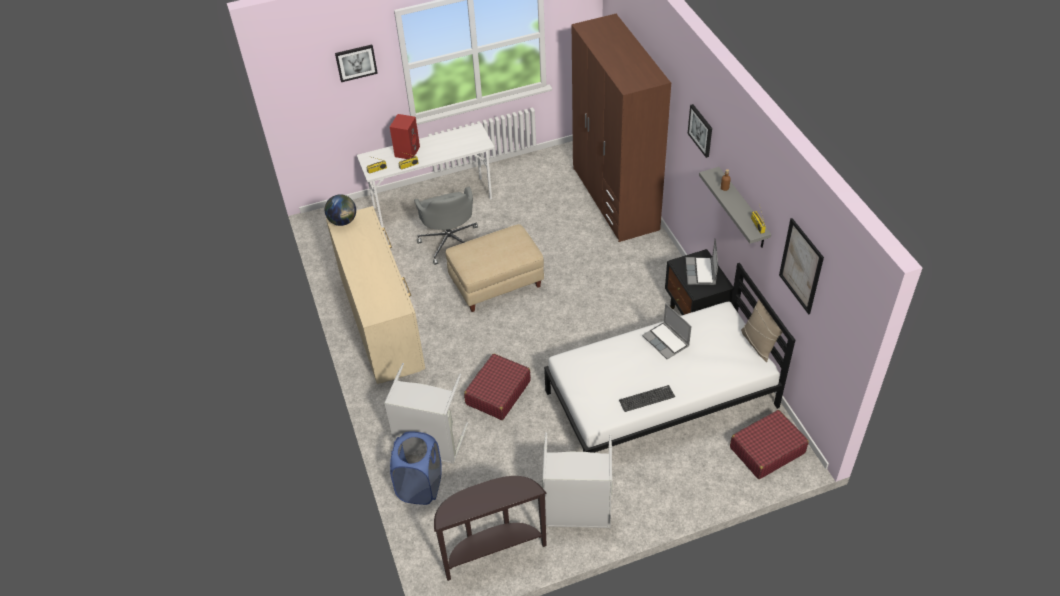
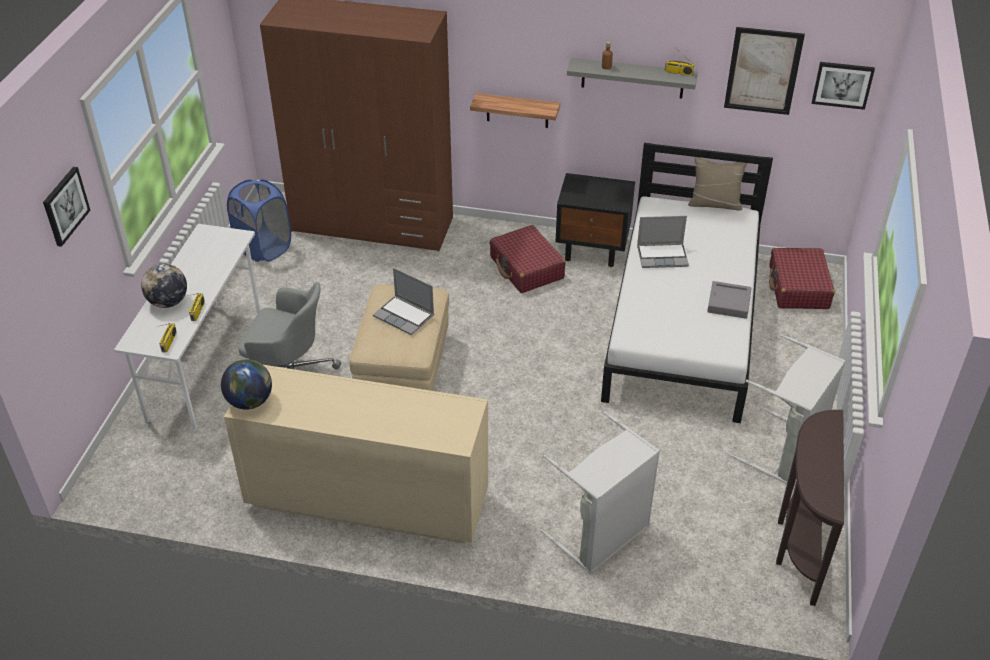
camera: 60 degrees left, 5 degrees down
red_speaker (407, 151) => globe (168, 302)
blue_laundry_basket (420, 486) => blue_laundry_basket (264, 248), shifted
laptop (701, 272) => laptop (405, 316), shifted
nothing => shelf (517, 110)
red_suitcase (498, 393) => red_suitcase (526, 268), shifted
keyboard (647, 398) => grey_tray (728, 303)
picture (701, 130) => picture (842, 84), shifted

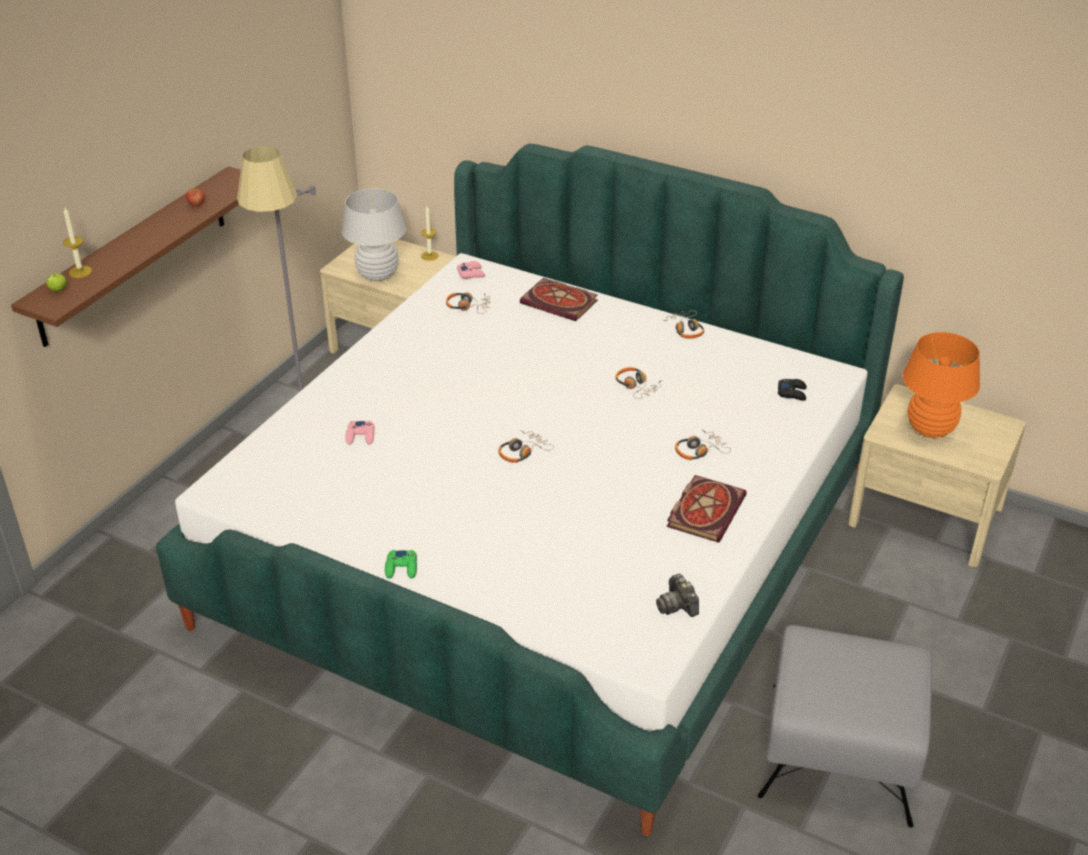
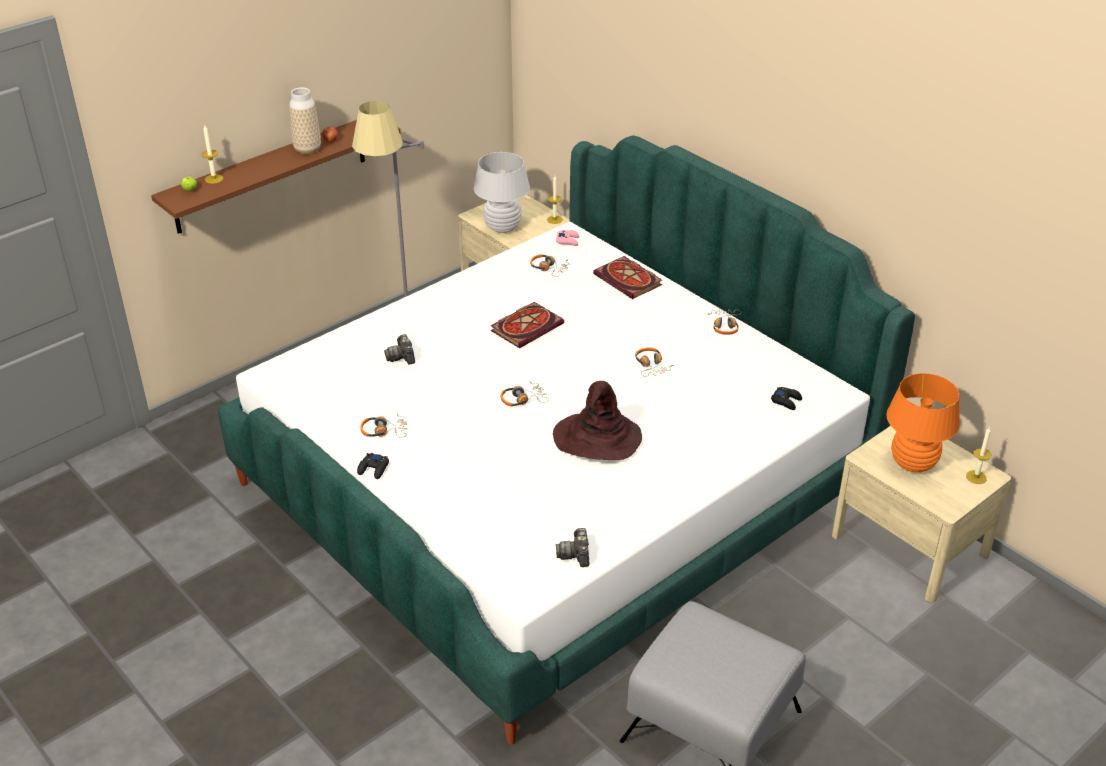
camera: 20 degrees right, 0 degrees up
nothing => vase (307, 150)
green_game_controller (402, 568) => black_game_controller (374, 469)
headphones (700, 451) => headphones (384, 431), shifted
pink_game_controller (361, 436) => photo_camera (401, 357)
book (705, 510) => book (527, 326), shifted
nothing => brown_hat (597, 439)
nothing => candle (976, 477)

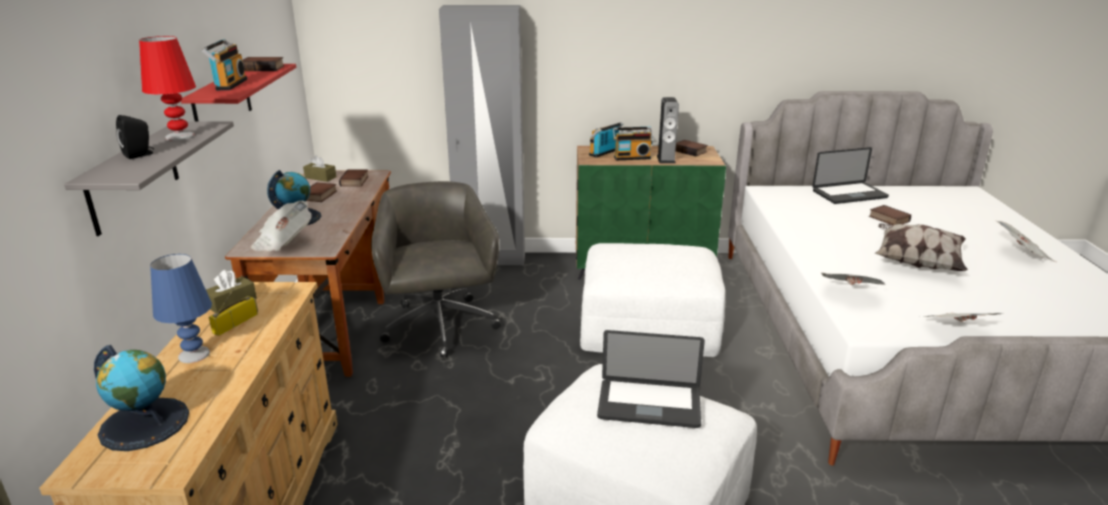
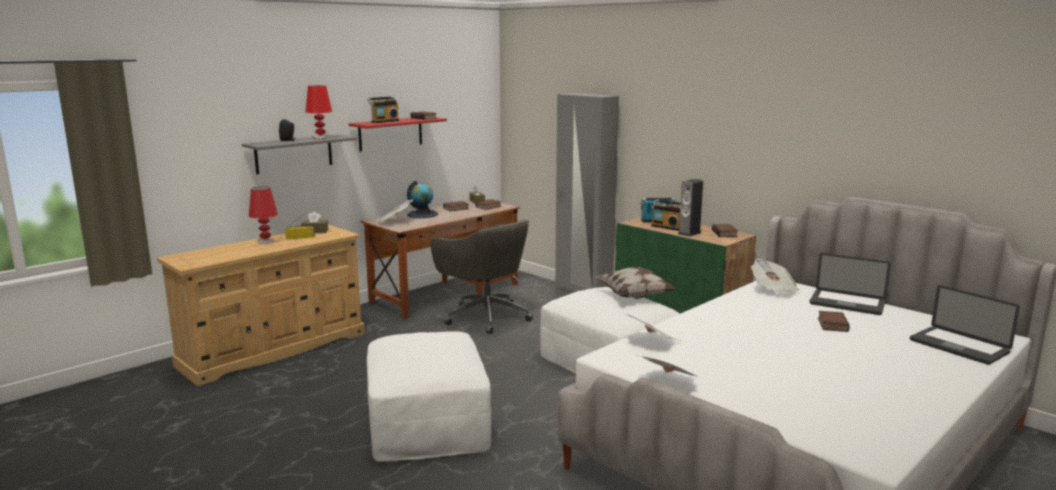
camera: 45 degrees right, 10 degrees down
blue_table_lamp (193, 354) => red_table_lamp (265, 241)
grey_office_chair (440, 328) => grey_office_chair (485, 316), 105 degrees clockwise
pillow (916, 262) => pillow (634, 296), shifted
newspaper (1021, 255) => newspaper (774, 291), shifted
laptop (649, 405) => laptop (958, 346), shifted
globe (145, 423) => nothing

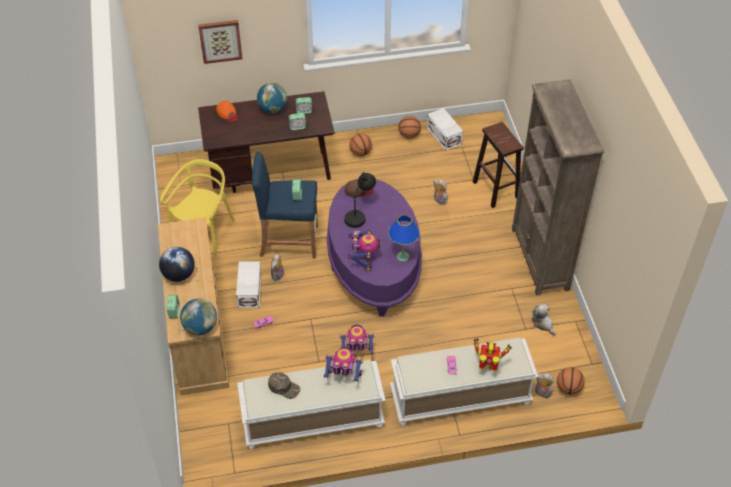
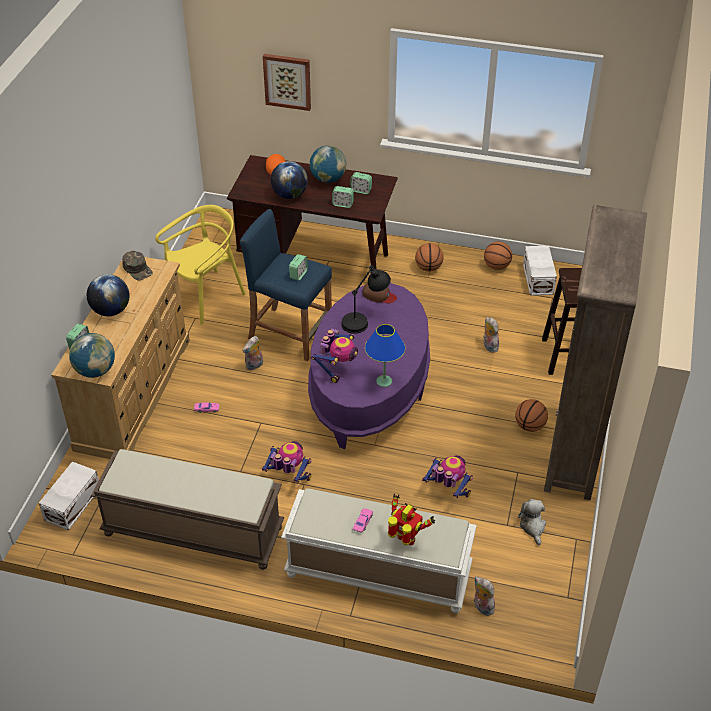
camera: 25 degrees right, 5 degrees down
white_storage_box (249, 291) => white_storage_box (71, 504), shifted
white_bench (312, 420) => brown_bench (191, 531)
green_cap (284, 387) => green_cap (138, 269), shifted
nothing => globe (289, 195)
toy_robot (343, 377) => toy_robot (447, 491), shifted
basketball (568, 388) => basketball (530, 426), shifted

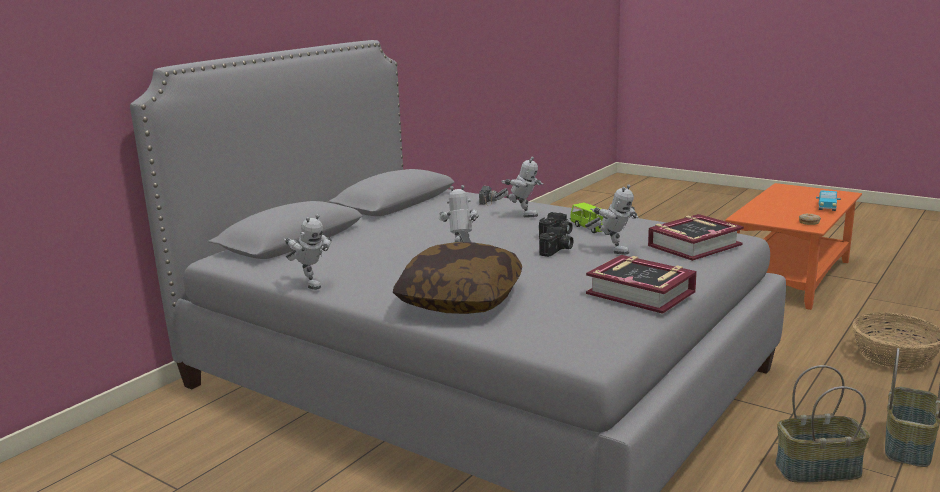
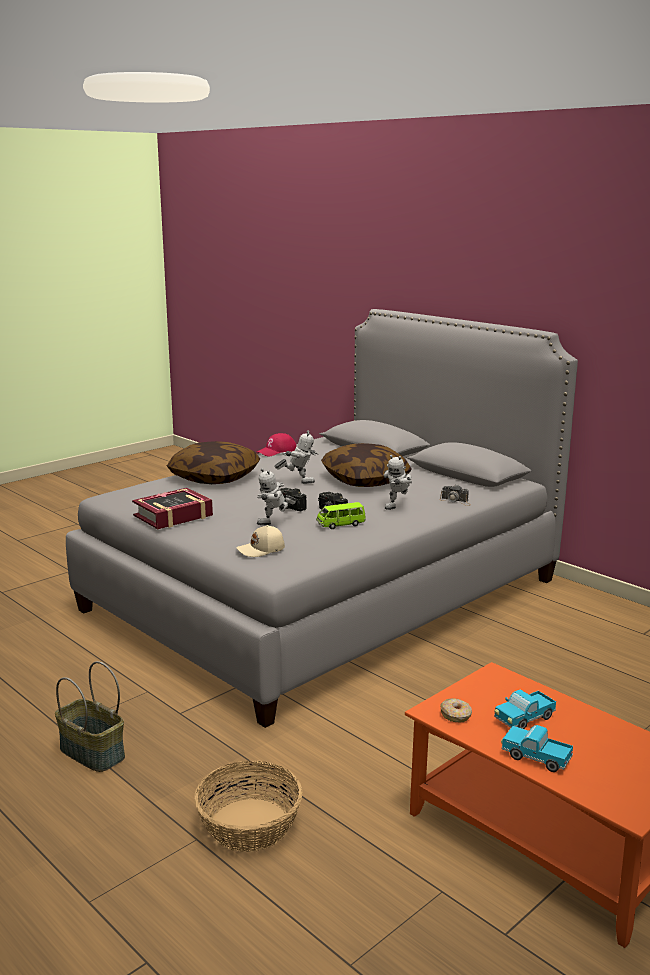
camera: 100 degrees right, 0 degrees up
book (694, 245) => beige_cap (261, 550)
toy_robot (310, 284) => red_cap (277, 451)
nothing => pillow (365, 480)
nothing => toy_truck (524, 719)
basket (817, 470) => nothing

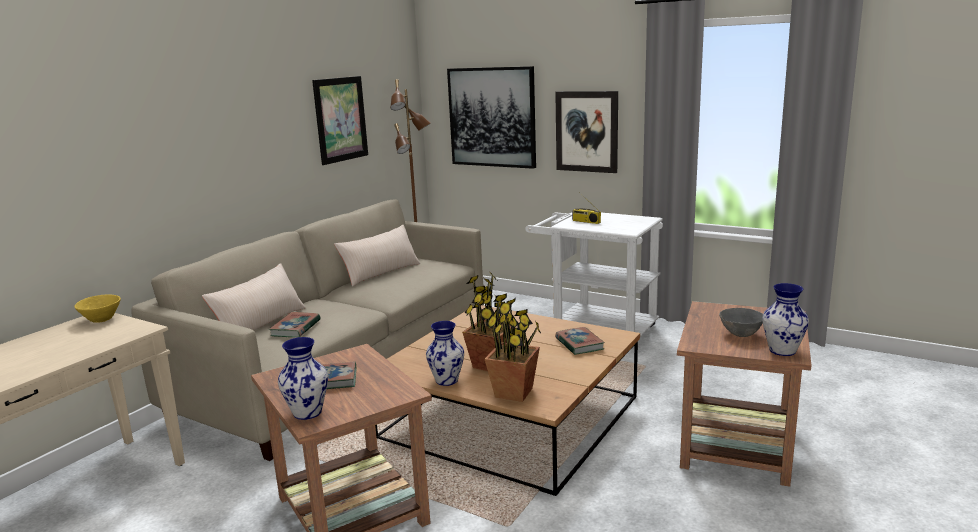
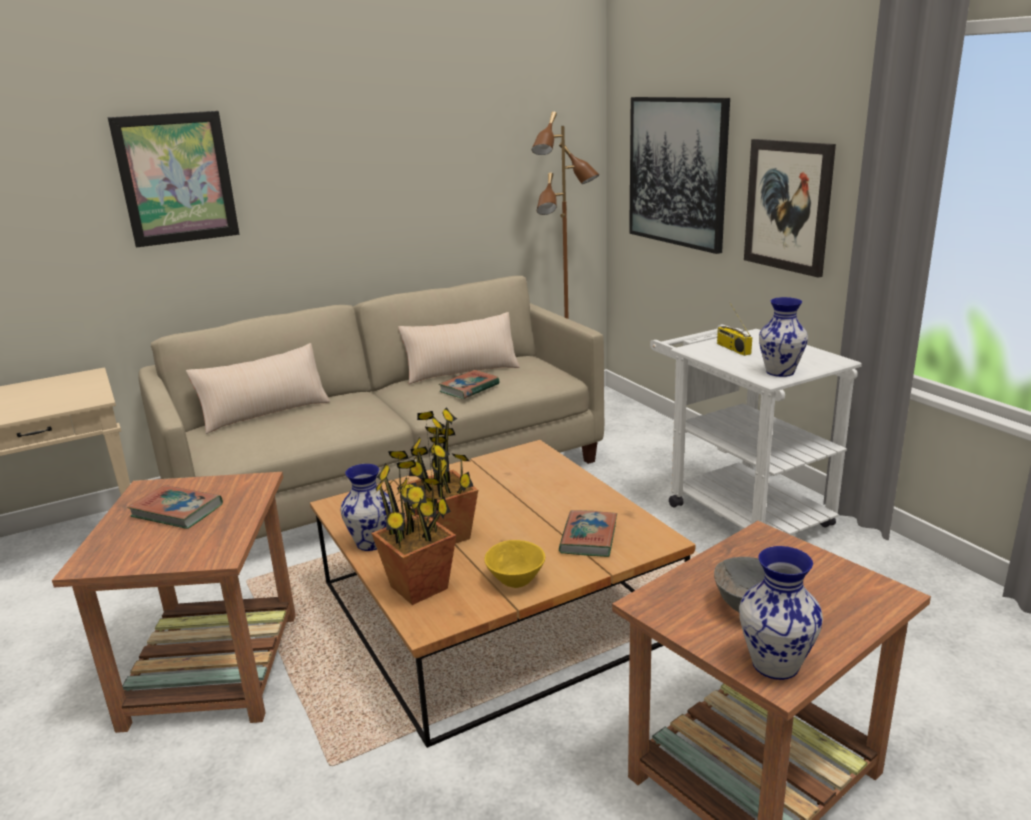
camera: 30 degrees right, 5 degrees up
picture (340, 119) => picture (176, 178), shifted
book (295, 328) => book (469, 388), shifted
yellow_bowl (100, 320) => yellow_bowl (514, 581), shifted
vase (307, 412) => vase (780, 372), shifted

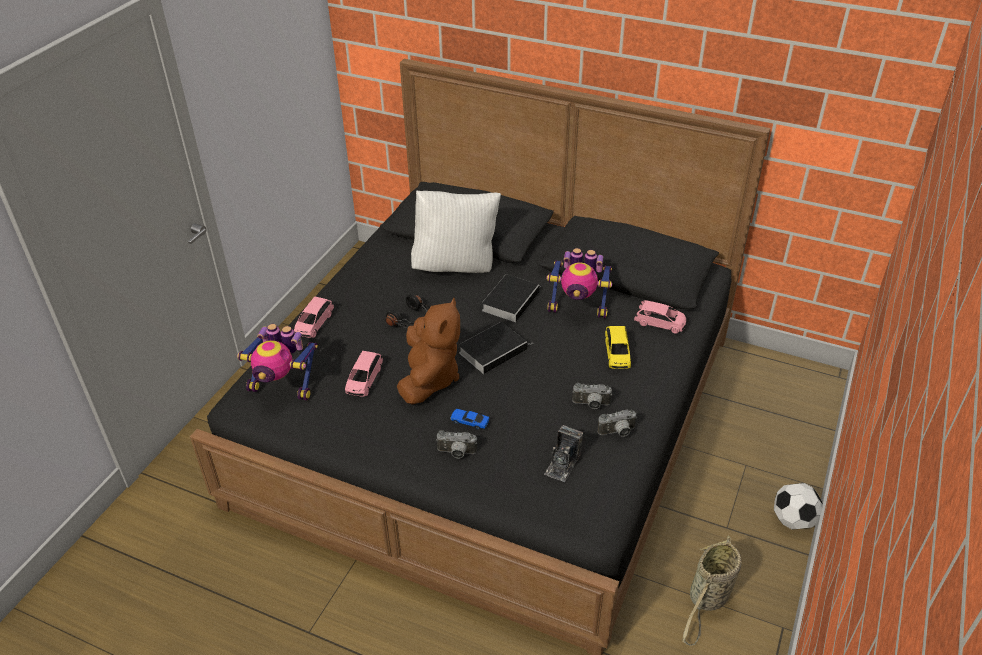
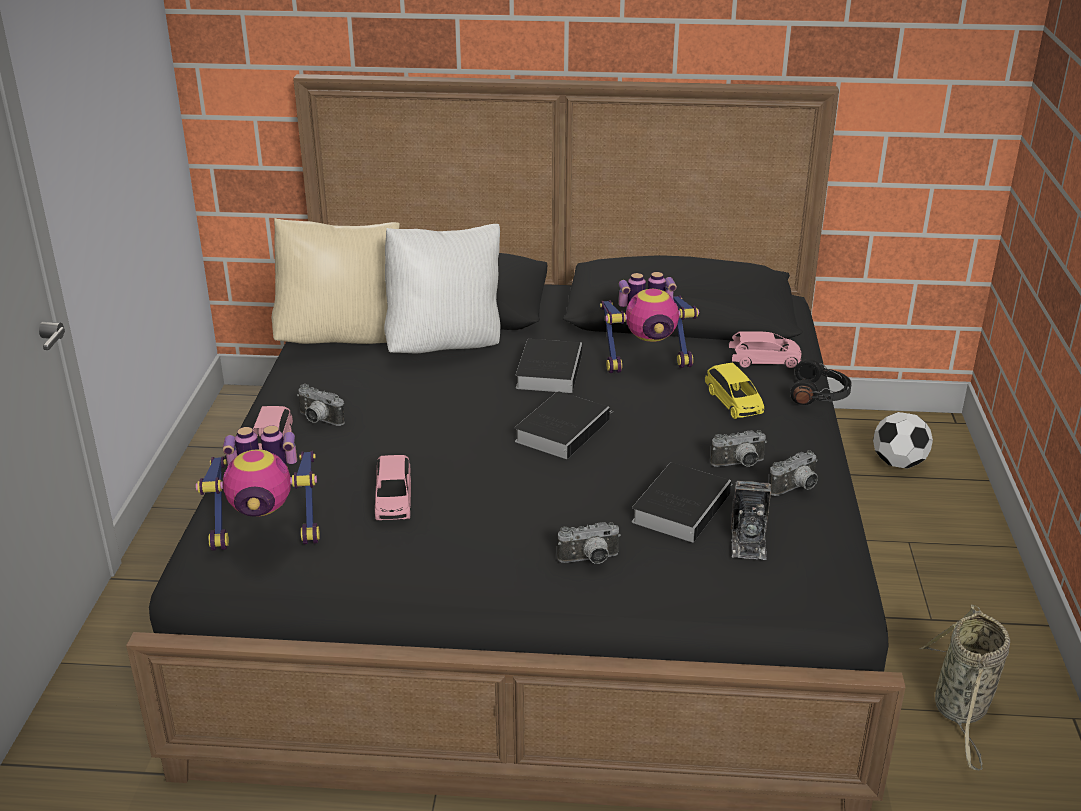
camera: 20 degrees left, 10 degrees down
nothing => beige_pillow (341, 338)
nothing => photo_camera (318, 420)
nothing => book (681, 506)
black_headphones (412, 320) => black_headphones (820, 395), shifted
football (793, 520) => football (898, 463), shifted
brown_plush_toy (429, 378) => nothing
toy_car (469, 422) => nothing

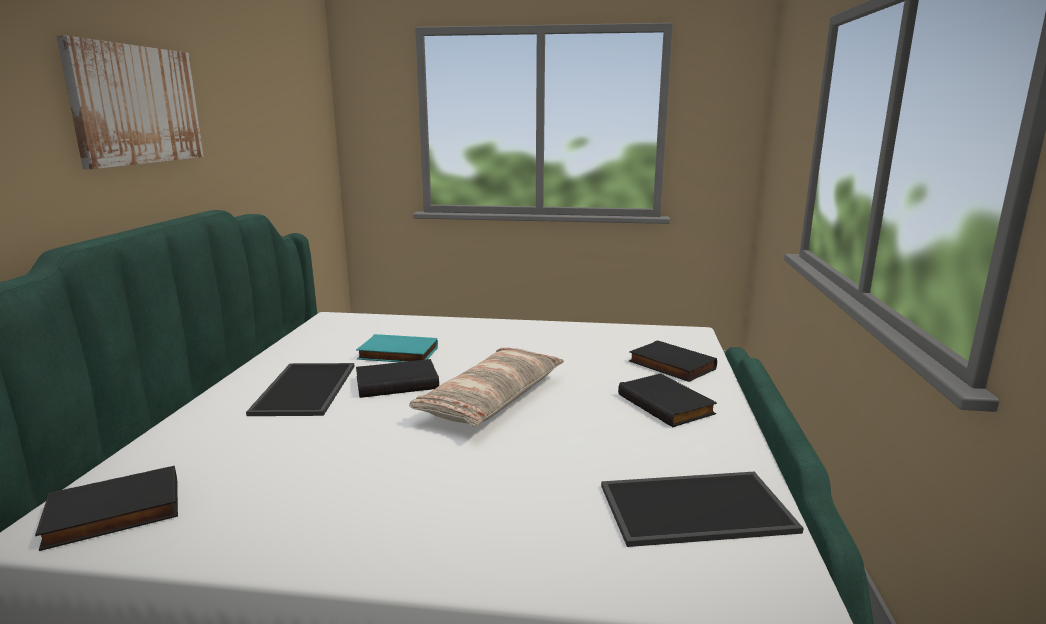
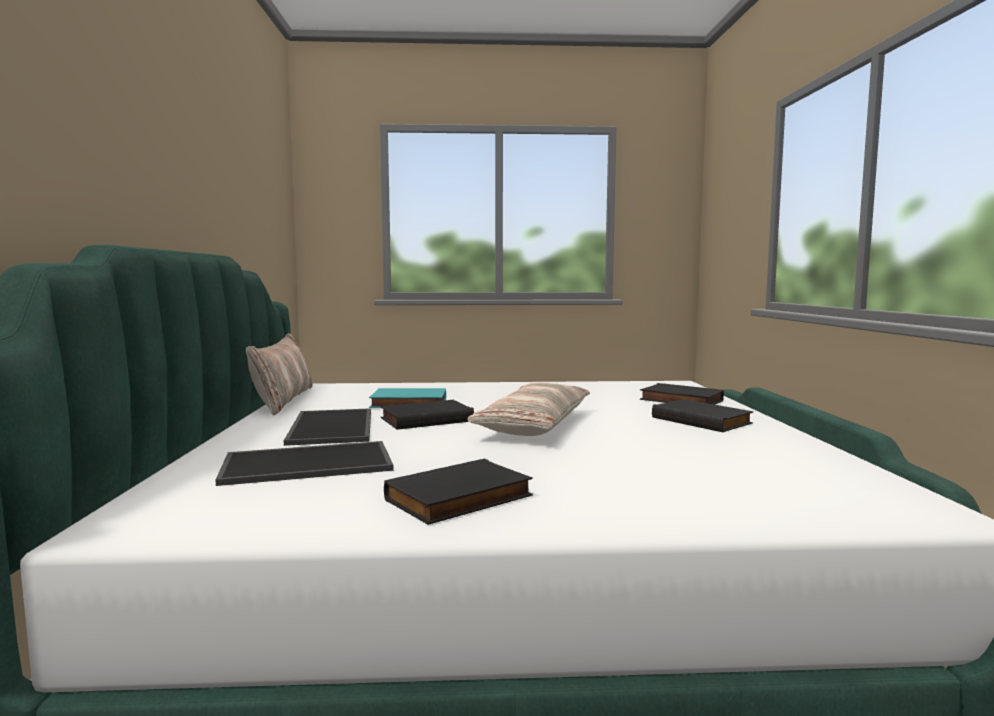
camera: 10 degrees left, 10 degrees down
tray (696, 506) => tray (309, 463), shifted
nothing => pillow (283, 400)
black_book (113, 514) => black_book (460, 499), shifted
picture (136, 105) => nothing

